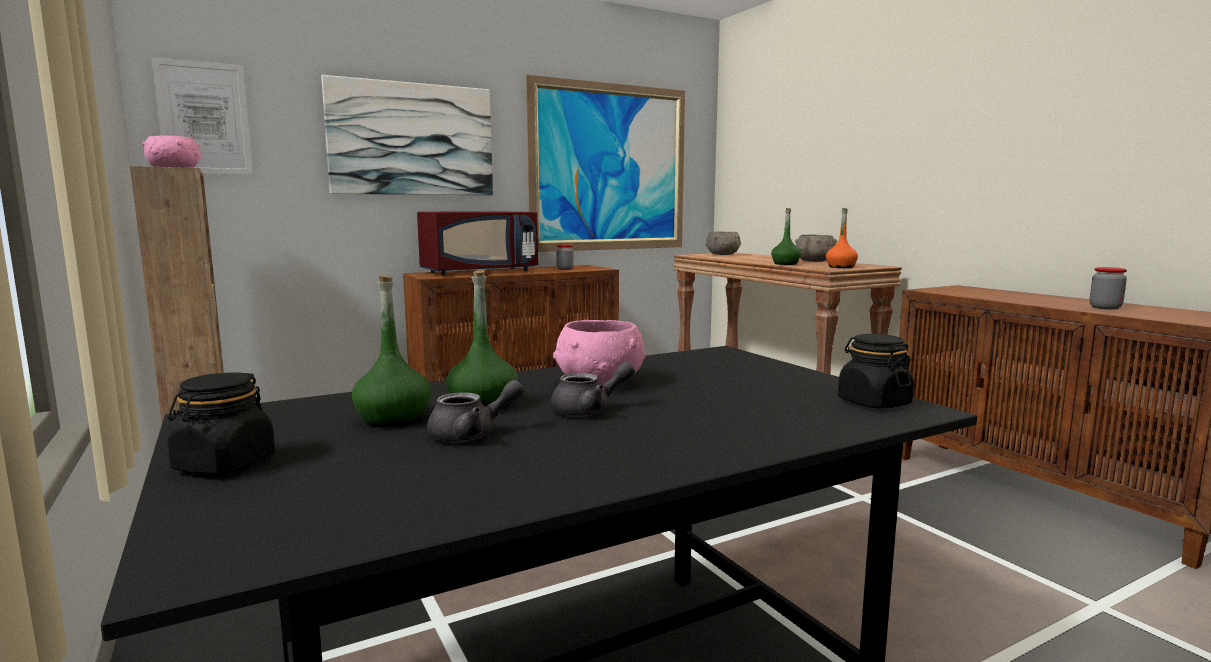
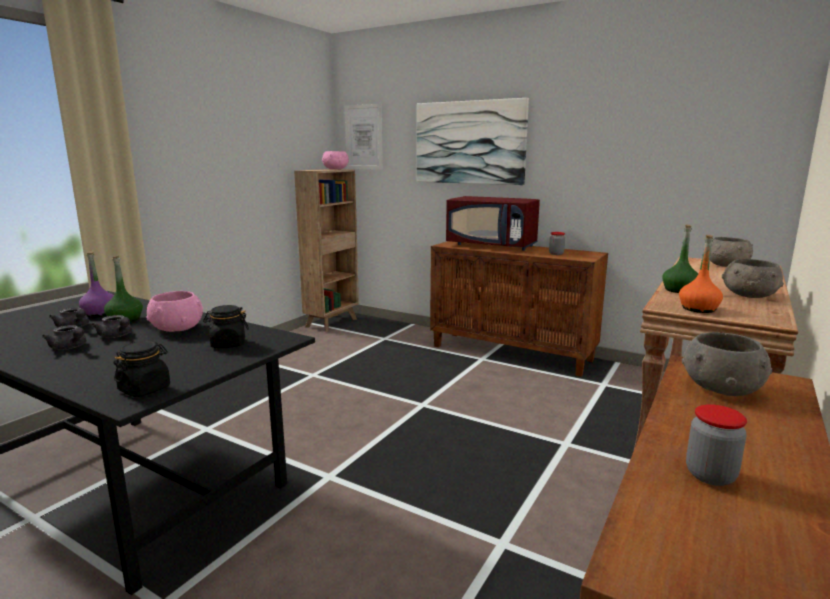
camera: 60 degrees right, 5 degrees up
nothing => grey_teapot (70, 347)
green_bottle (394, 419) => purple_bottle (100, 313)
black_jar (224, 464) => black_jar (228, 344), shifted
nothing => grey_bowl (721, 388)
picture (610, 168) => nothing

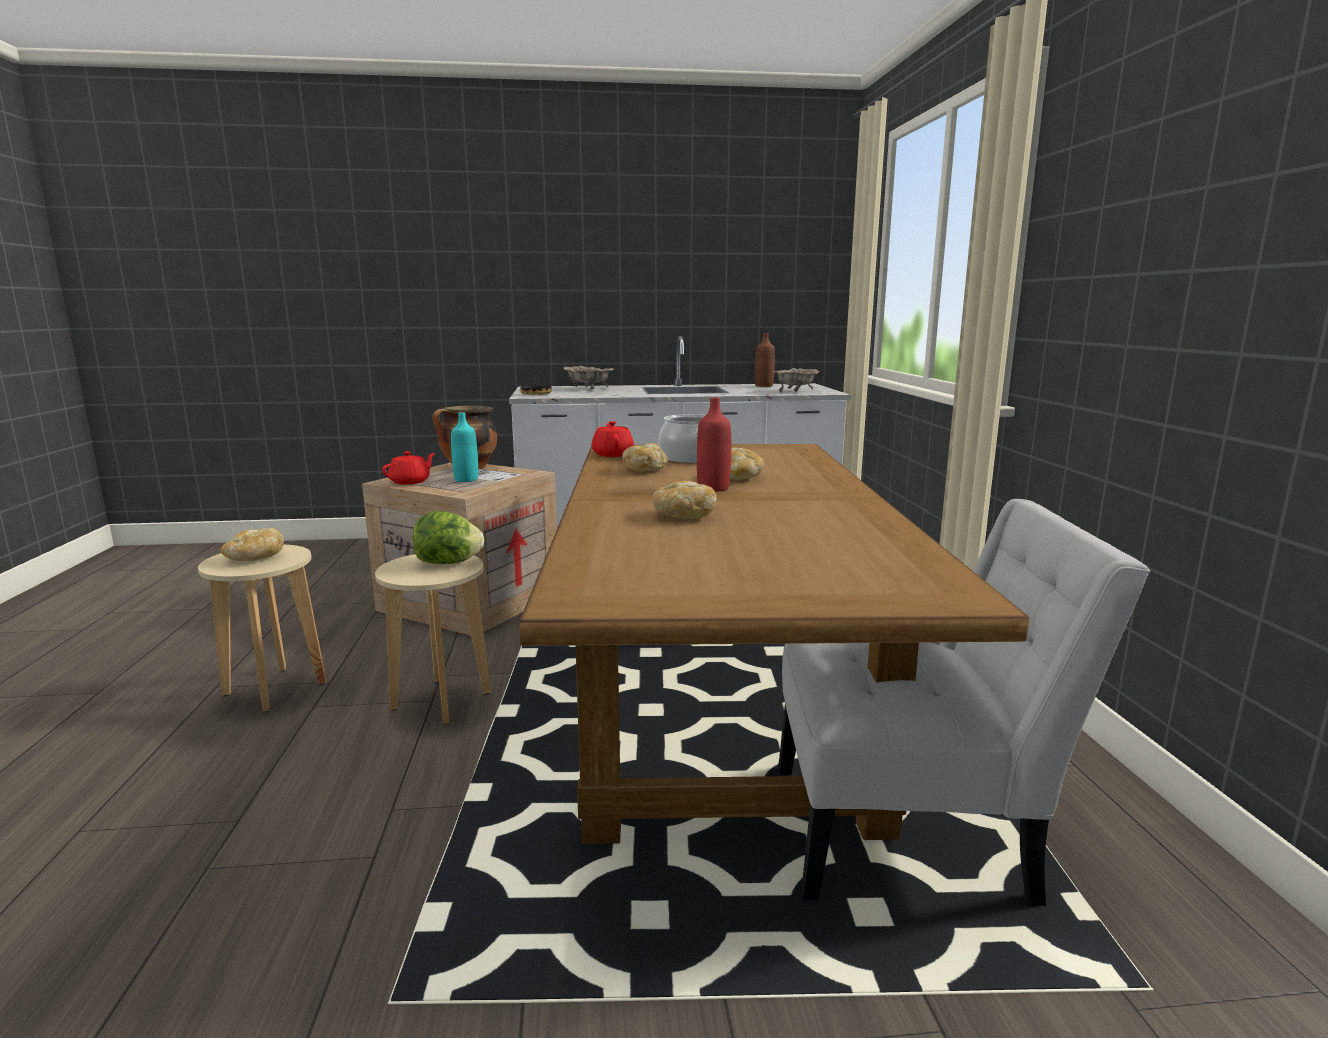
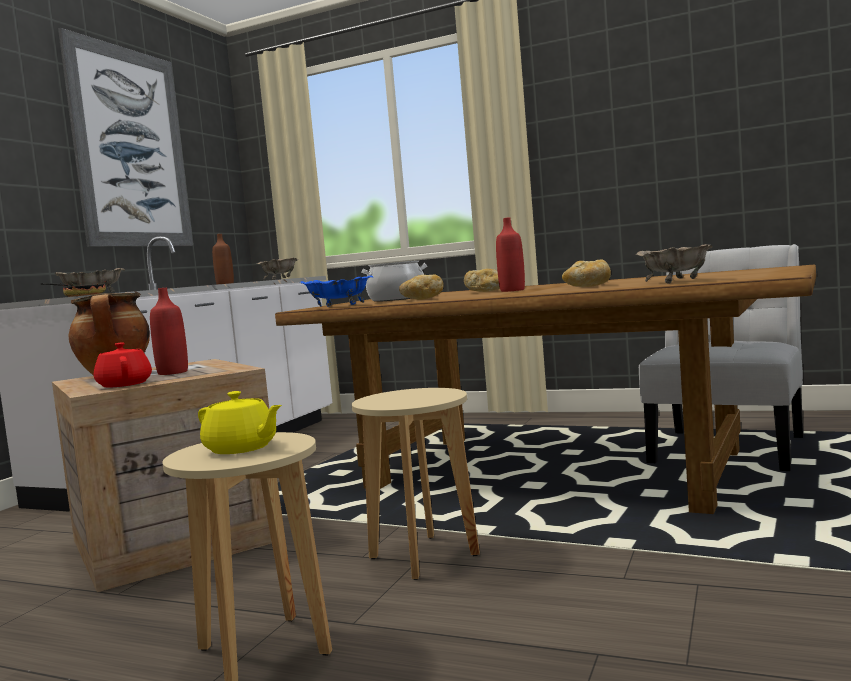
camera: 60 degrees left, 10 degrees down
nothing => picture (130, 148)
turquoise_bottle (466, 479) => red_bottle (172, 372)
bread (255, 559) => yellow_teapot (241, 449)
red_teapot (613, 454) => blue_bowl (339, 306)
nothing => beige_bowl (675, 282)
lettuce (448, 563) => nothing

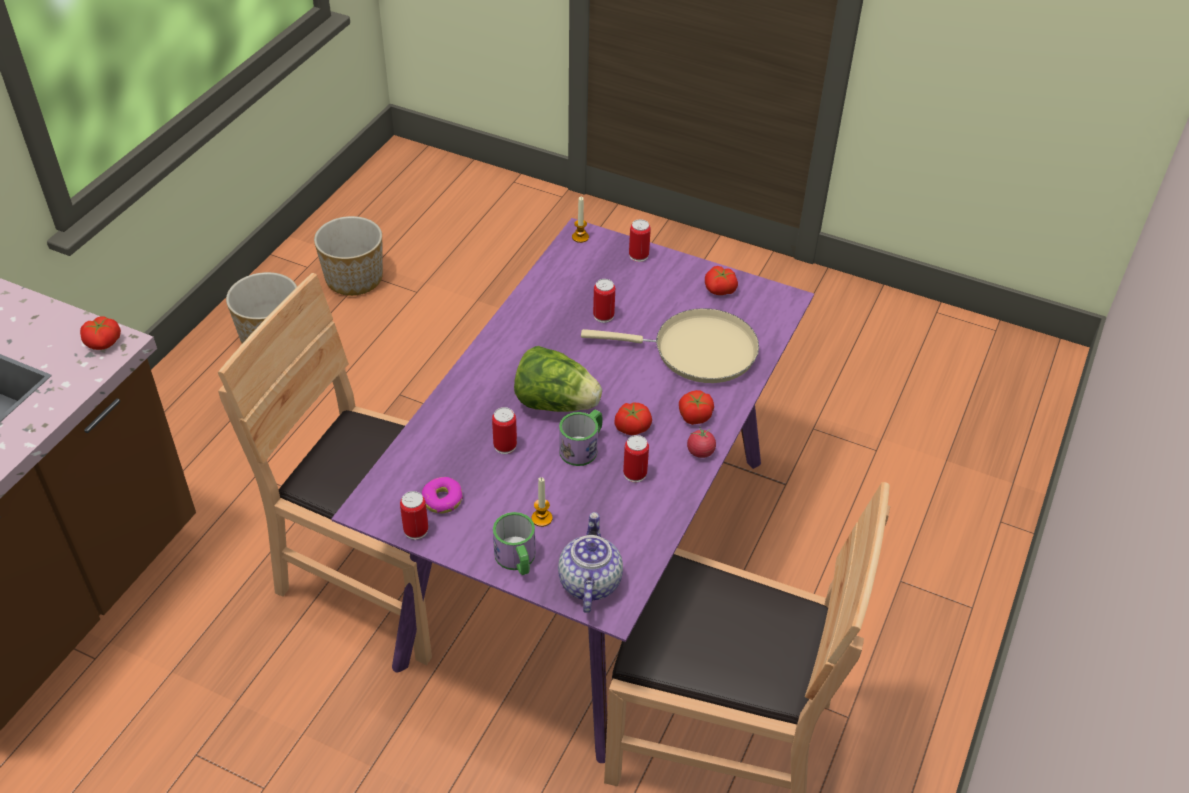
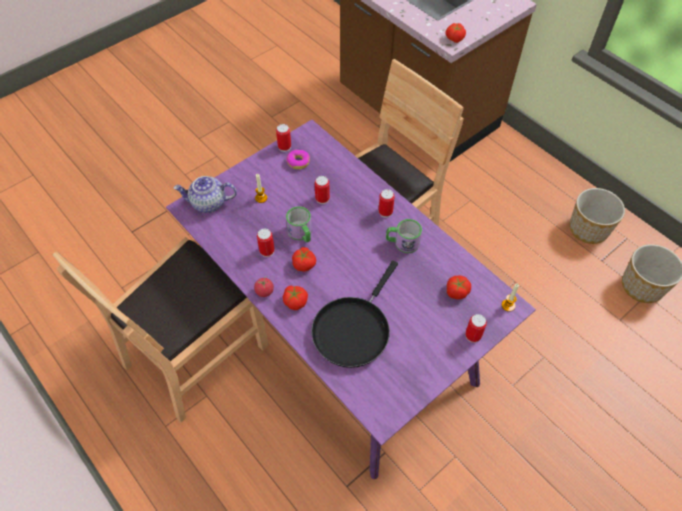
camera: 115 degrees right, 10 degrees up
teapot (589, 582) => teapot (208, 203), 150 degrees clockwise
beige_frying_pan (697, 351) => black_frying_pan (353, 329)
can (603, 316) => can (385, 212), shifted
mug (517, 560) => mug (402, 242), shifted
tomato (720, 290) => tomato (456, 291), shifted
lettuce (555, 403) => nothing

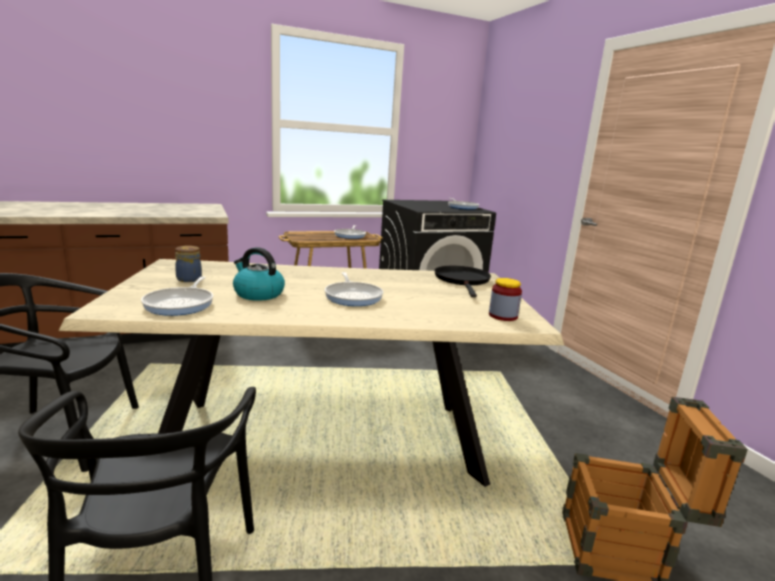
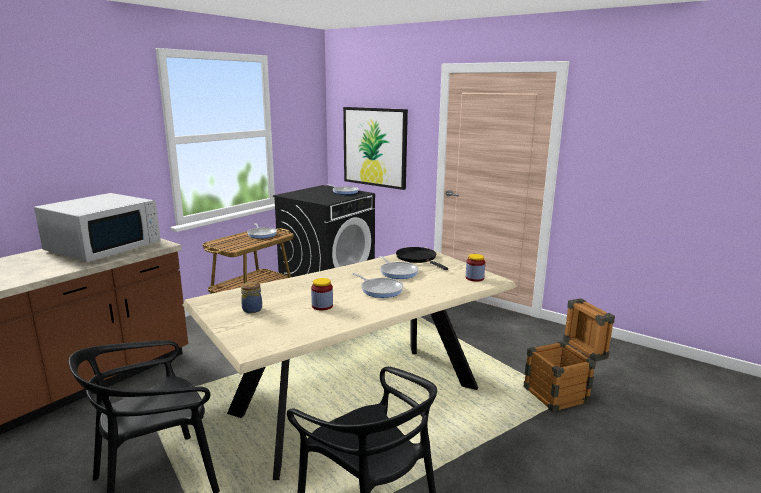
camera: 30 degrees left, 0 degrees up
nothing => white_microwave (104, 246)
kettle (258, 294) => jar (322, 306)
nothing => picture (375, 147)
frying_pan (181, 304) => frying_pan (398, 272), shifted

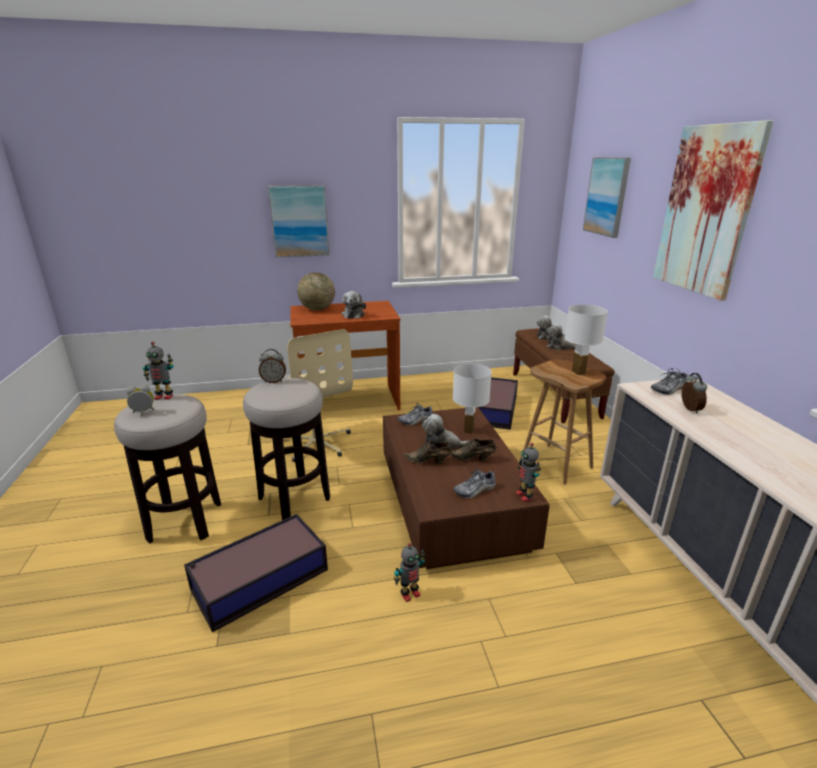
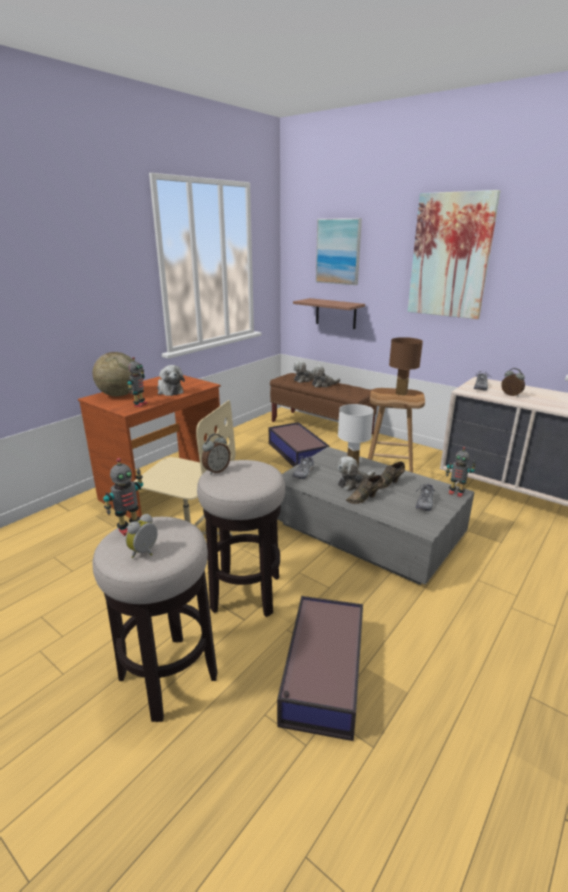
camera: 40 degrees left, 0 degrees up
toy_robot (409, 594) => toy_robot (139, 404), shifted
brown_coffee_table (452, 502) => grey_coffee_table (367, 531)
nothing => shelf (335, 313)
white_table_lamp (578, 372) => brown_table_lamp (401, 393)
picture (299, 221) => nothing

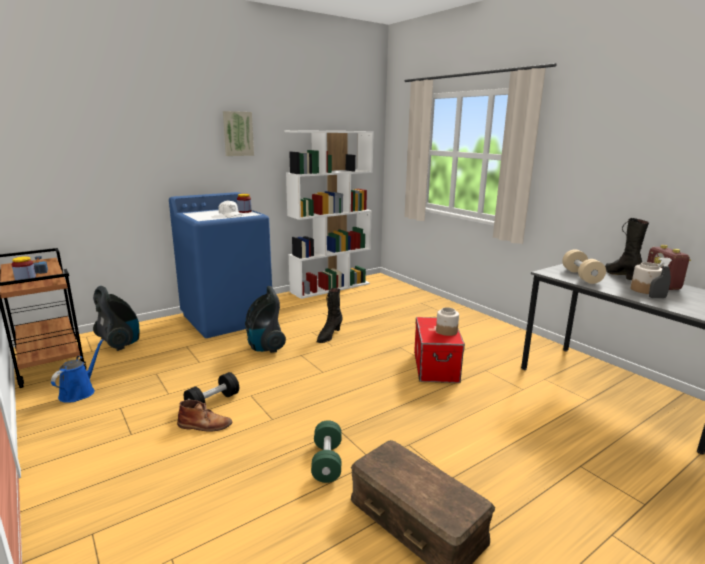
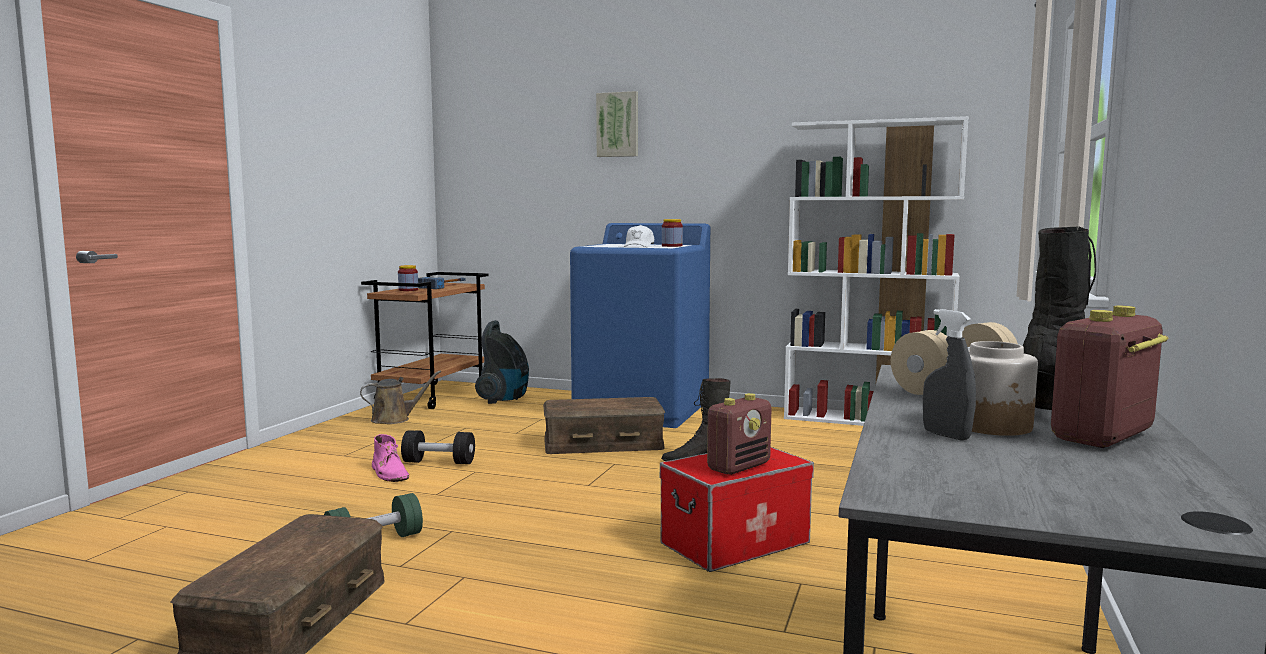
camera: 55 degrees right, 10 degrees down
blue_watering_can (79, 392) => brown_watering_can (394, 419)
brown_boot (205, 425) => pink_boot (389, 473)
vacuum_cleaner (265, 346) => brown_storage_box (603, 444)
picture (238, 134) => picture (618, 125), shifted
jar (446, 331) => radio (739, 467)

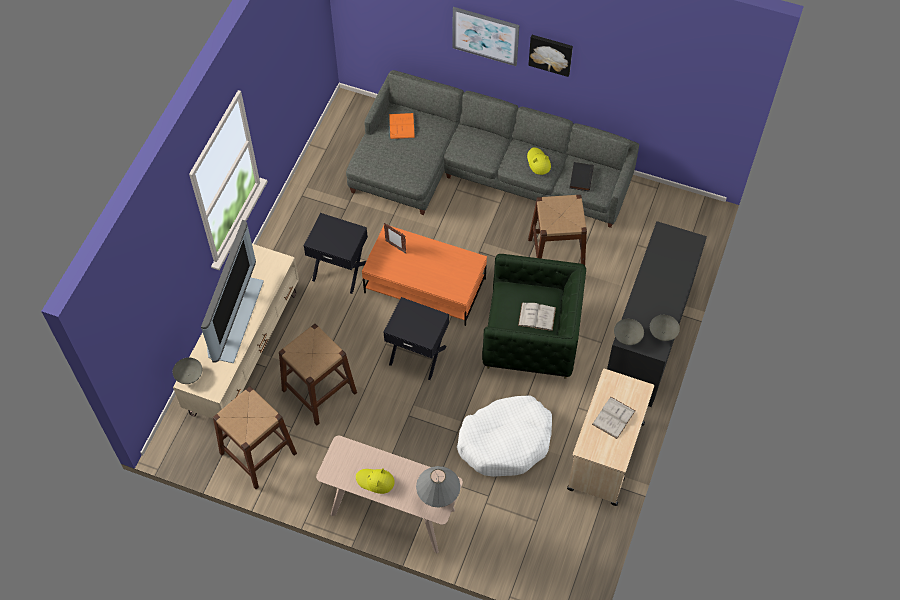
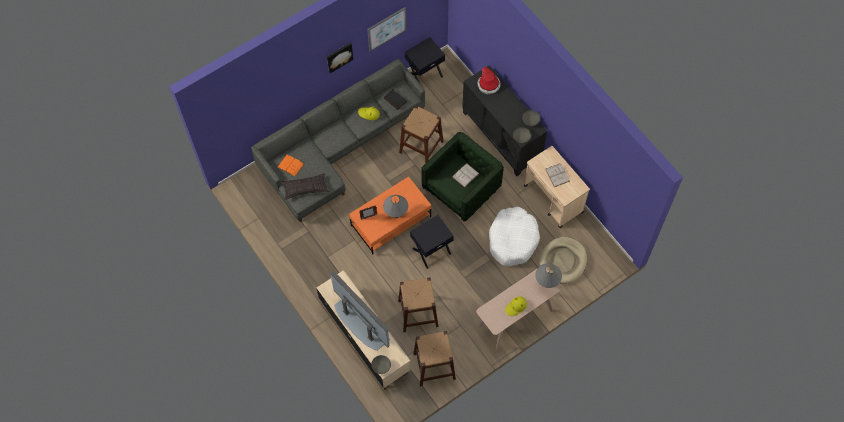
camera: 55 degrees left, 5 degrees up
nothing => pillow (305, 188)
picture (485, 36) => picture (386, 28), shifted
nothing => grey_table_lamp (396, 214)
black_side_table (340, 270) => black_side_table (424, 74), shifted
nothing => hat (488, 85)
nothing => beige_dog_bed (563, 261)

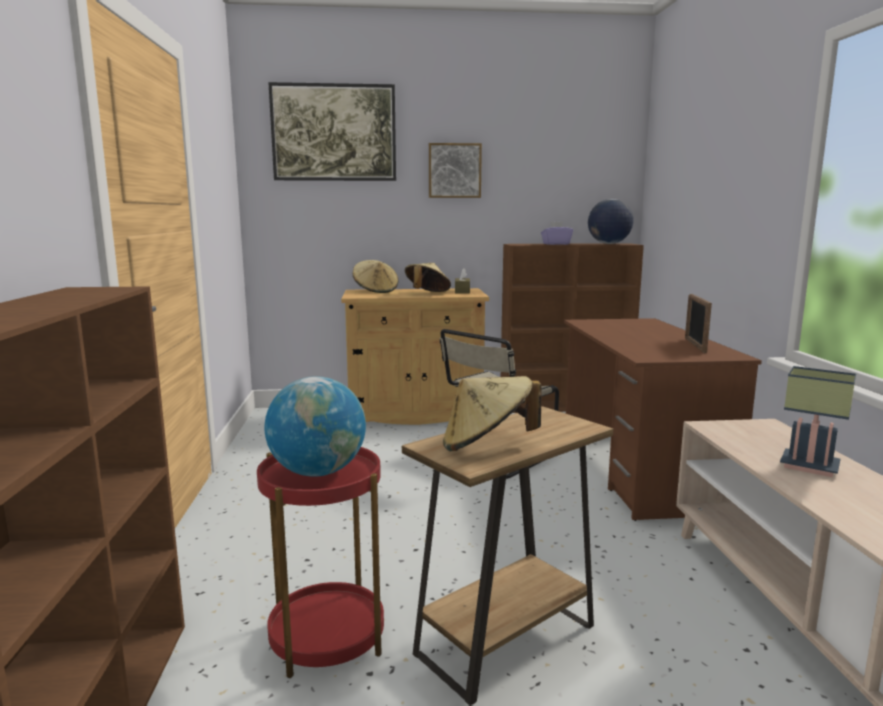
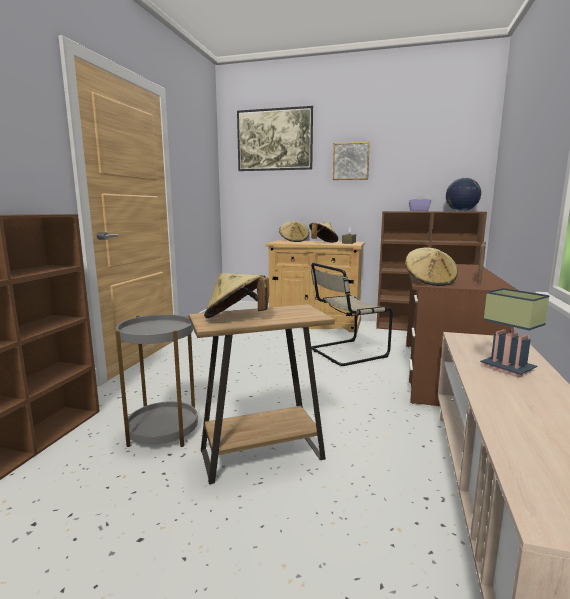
camera: 20 degrees right, 0 degrees up
red_side_table (327, 637) => grey_side_table (163, 431)
nothing => beige_hat (430, 282)
globe (318, 472) => nothing

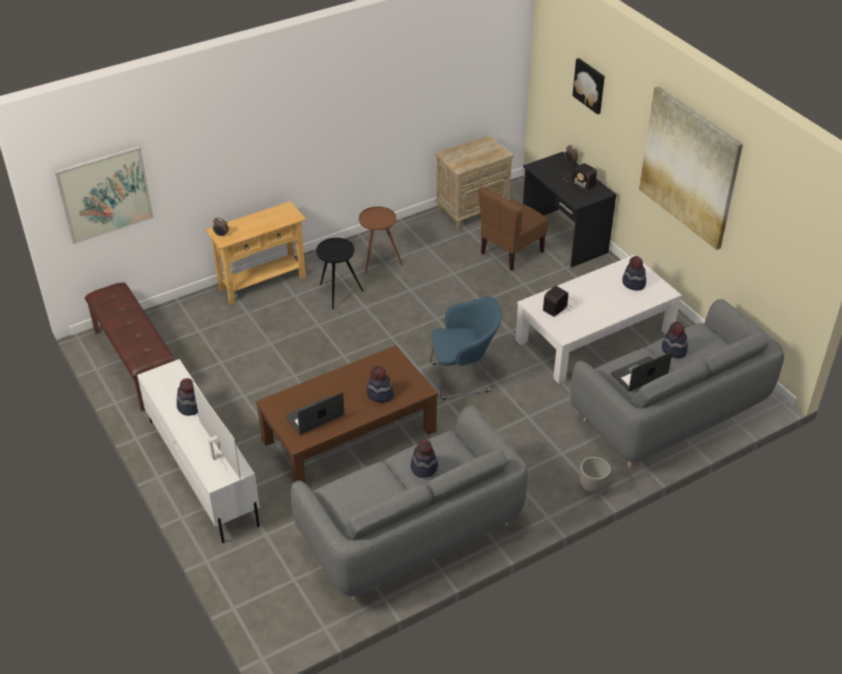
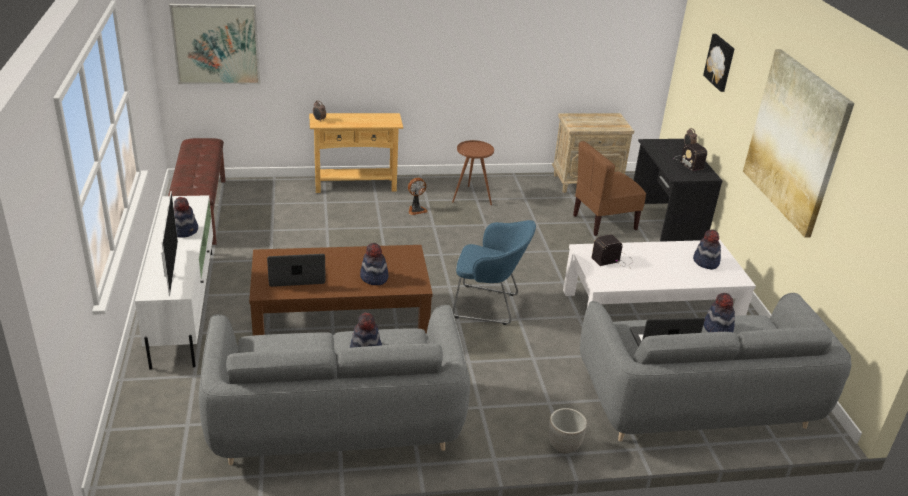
camera: 20 degrees right, 10 degrees down
black_side_table (338, 293) => fan (416, 210)

